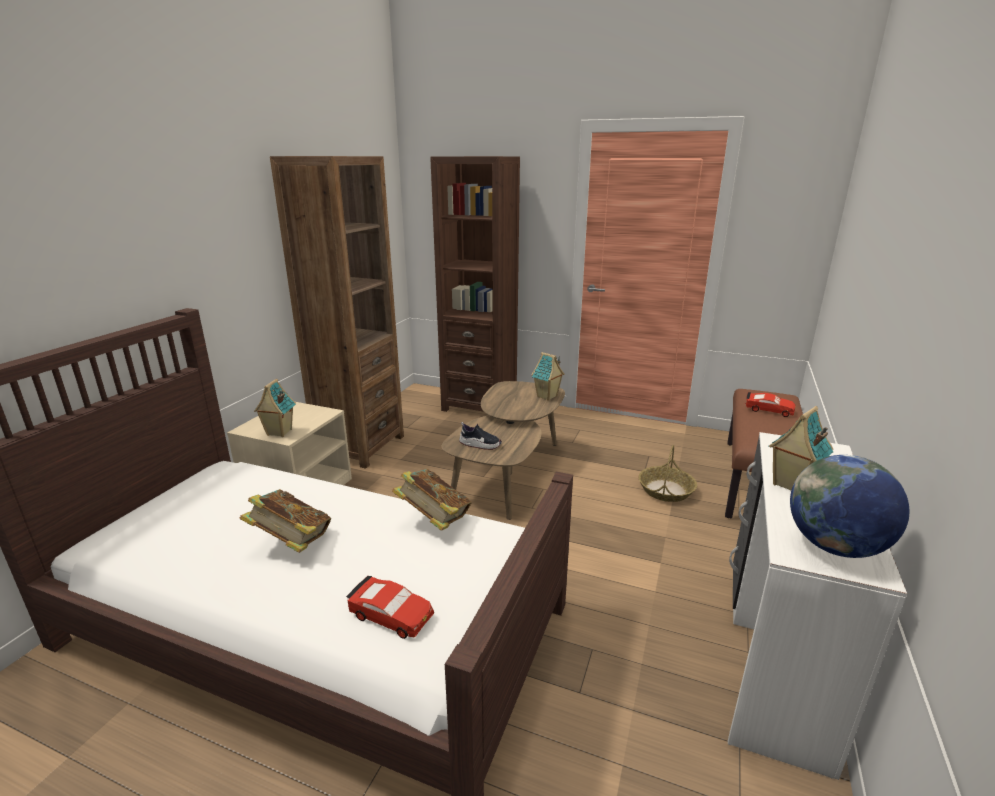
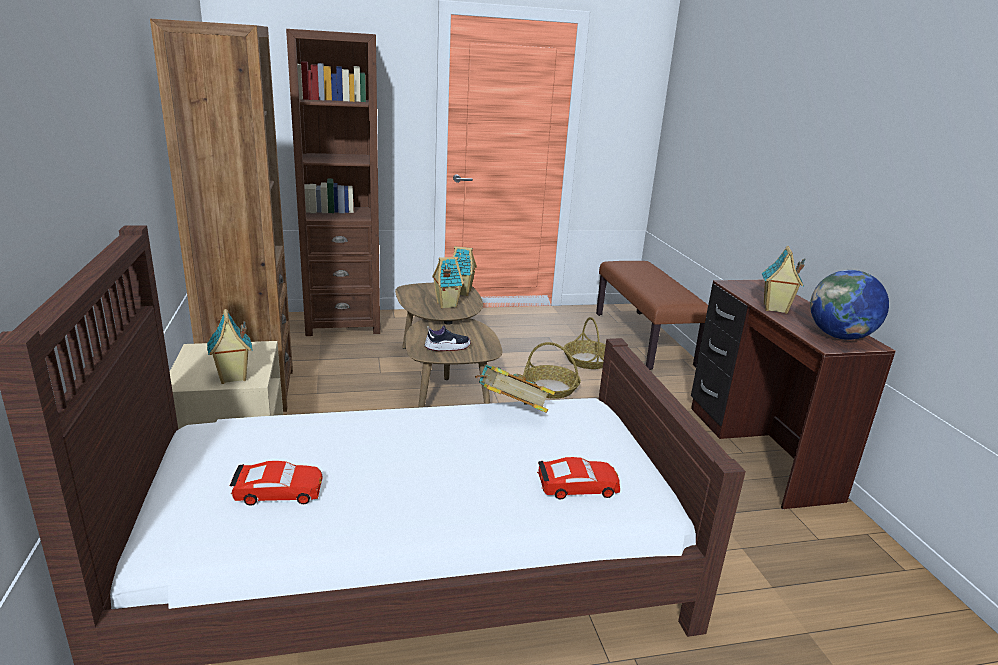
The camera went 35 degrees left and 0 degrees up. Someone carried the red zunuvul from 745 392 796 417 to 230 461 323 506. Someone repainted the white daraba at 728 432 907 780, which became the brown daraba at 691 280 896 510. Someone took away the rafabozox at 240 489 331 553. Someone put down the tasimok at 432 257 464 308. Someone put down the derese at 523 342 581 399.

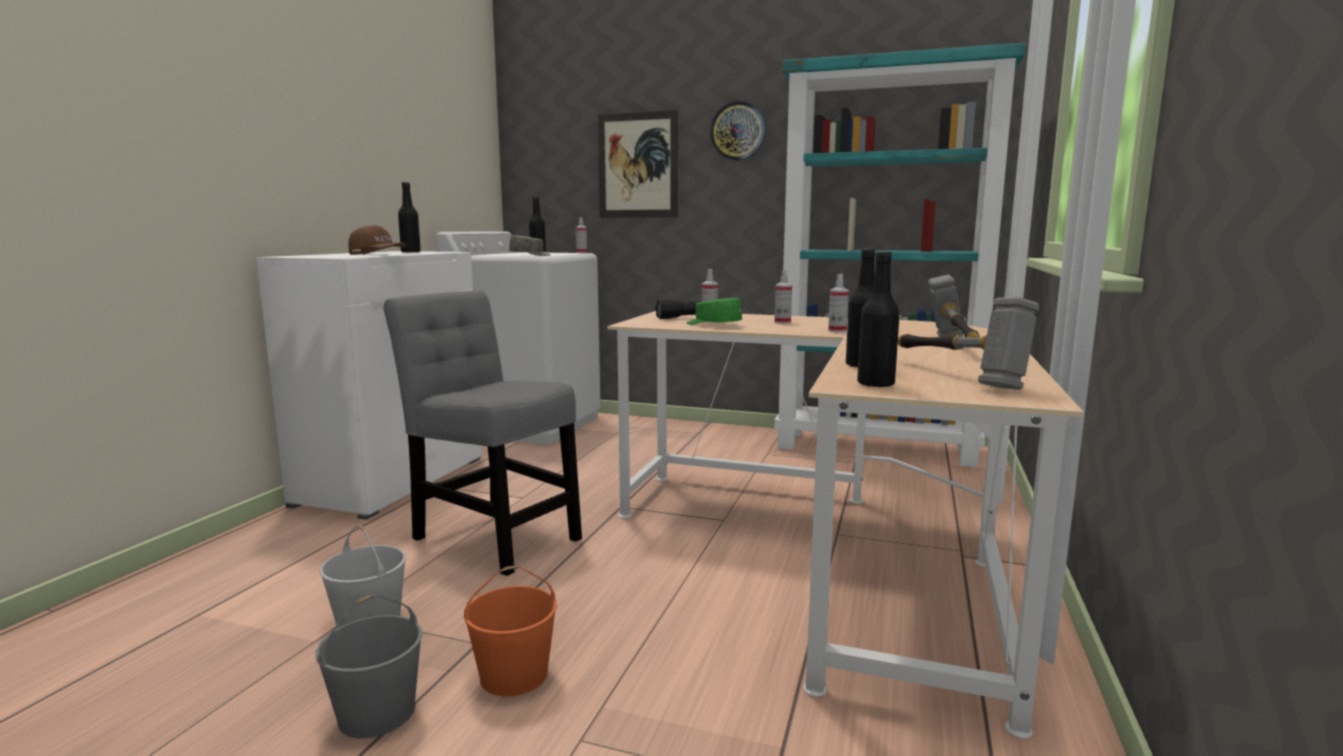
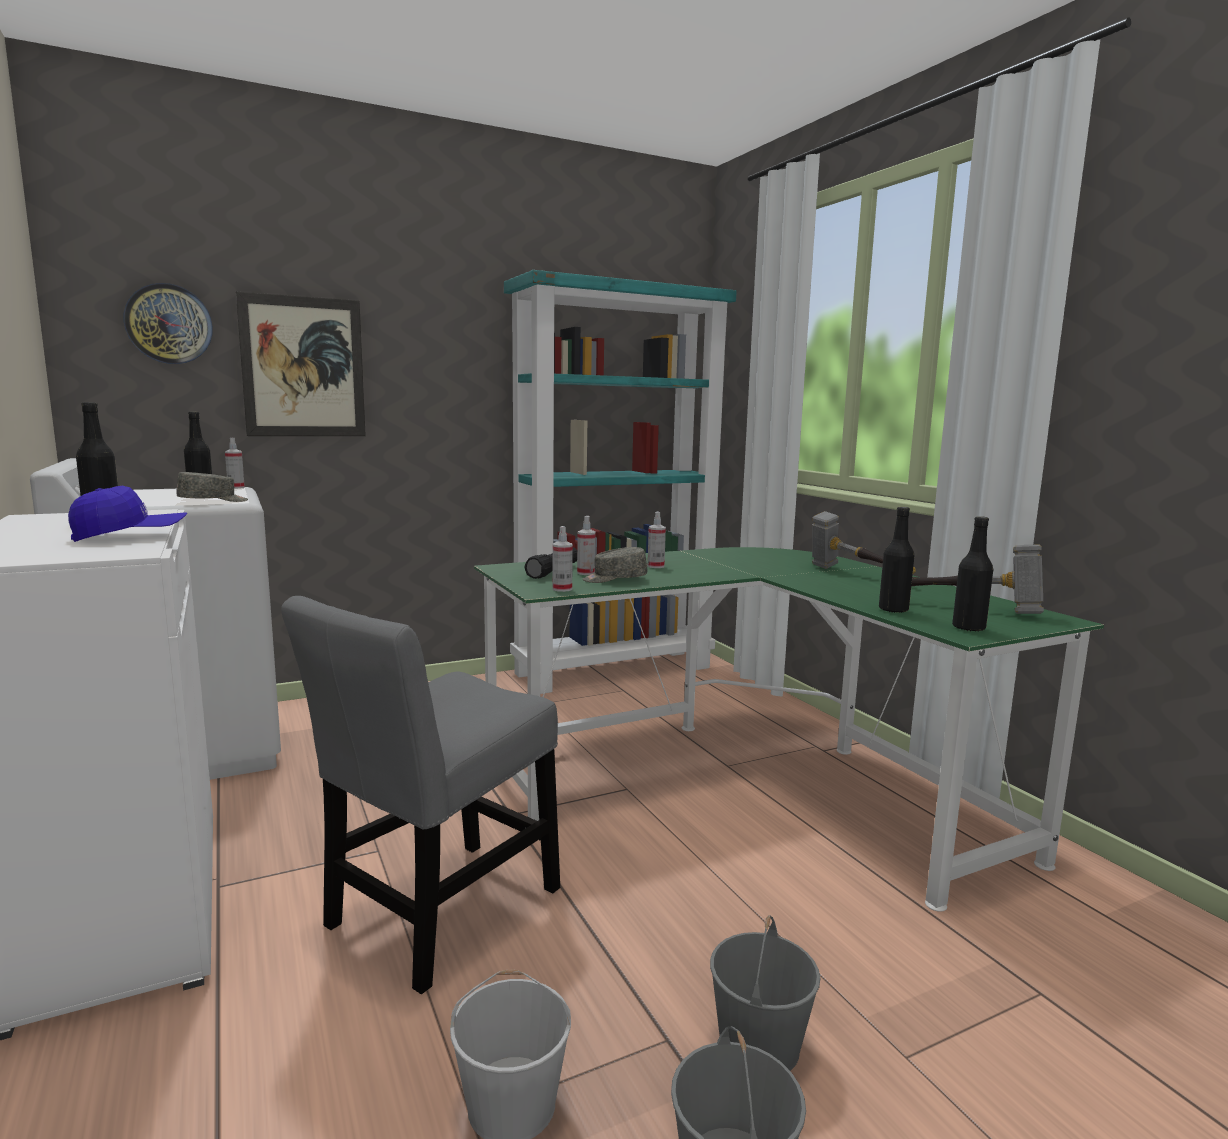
The camera went 45 degrees left and 0 degrees up. Someone carried the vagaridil from 710 101 766 161 to 124 283 213 364. Someone repainted the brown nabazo at 348 225 407 255, which became the blue nabazo at 68 486 187 542. Someone carried the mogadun from 828 274 849 332 to 552 526 573 592. Someone rotated the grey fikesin at 383 290 582 576 by 45 degrees counterclockwise. Someone repainted the green nabazo at 686 298 742 325, which became the grey nabazo at 583 547 647 583. Someone repainted the beige daraba at 608 311 1083 738, which became the green daraba at 474 547 1104 912. Someone repainted the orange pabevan at 464 566 557 696, which became the grey pabevan at 710 915 820 1071.

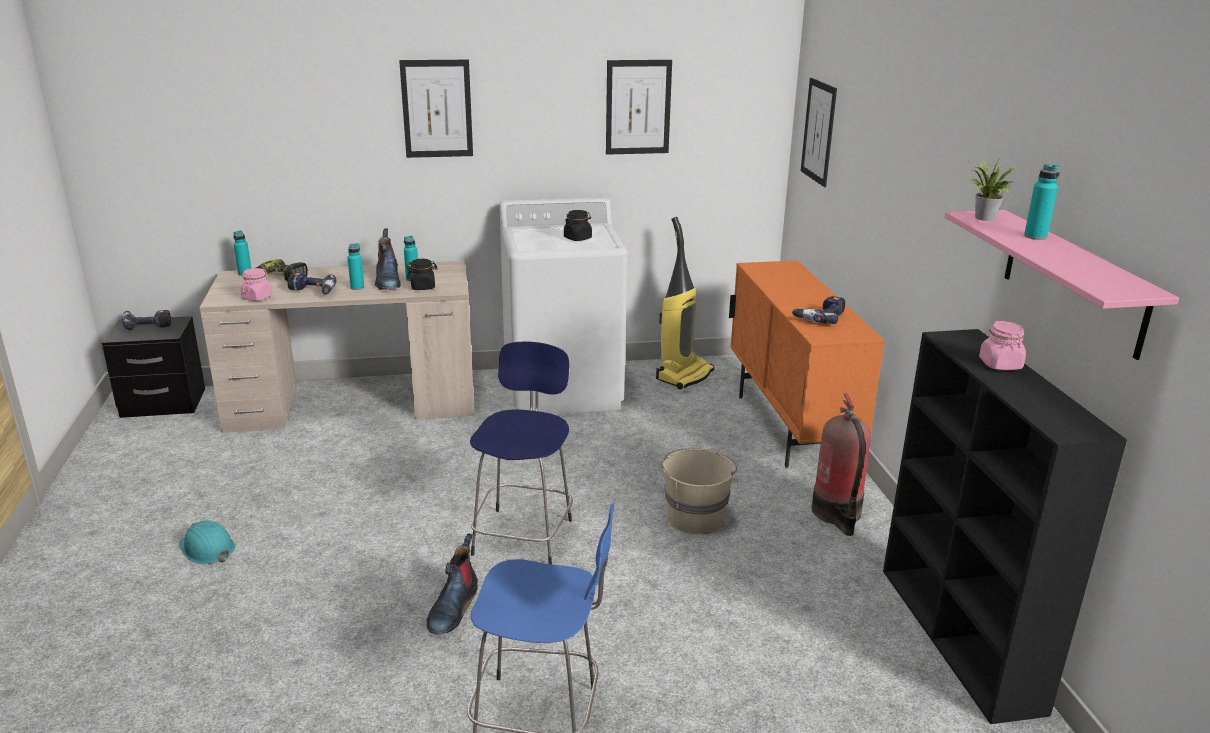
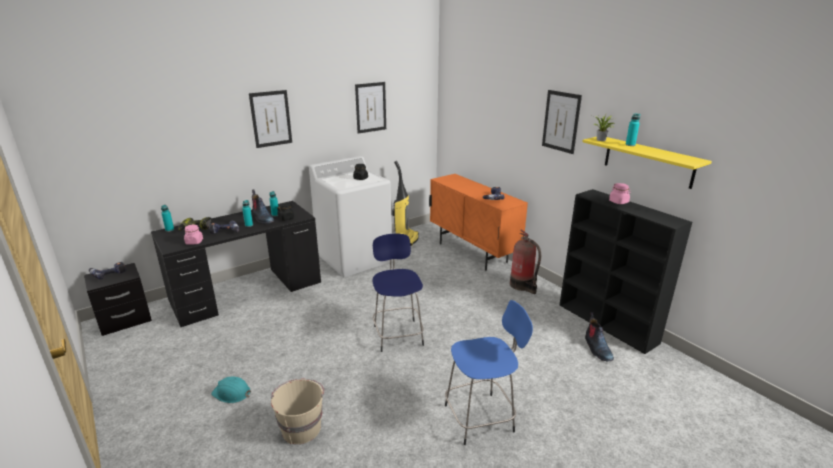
The camera went 25 degrees left and 0 degrees up. Someone carried the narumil from 801 78 837 187 to 542 90 582 154. Someone repainted the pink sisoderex at 945 210 1179 360, which became the yellow sisoderex at 583 137 712 189. Someone repainted the beige daraba at 199 261 474 433, which became the black daraba at 151 201 321 327. Someone carried the beige pabevan from 662 448 737 534 to 271 379 324 444. Someone carried the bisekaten from 426 533 478 635 to 585 312 614 361.

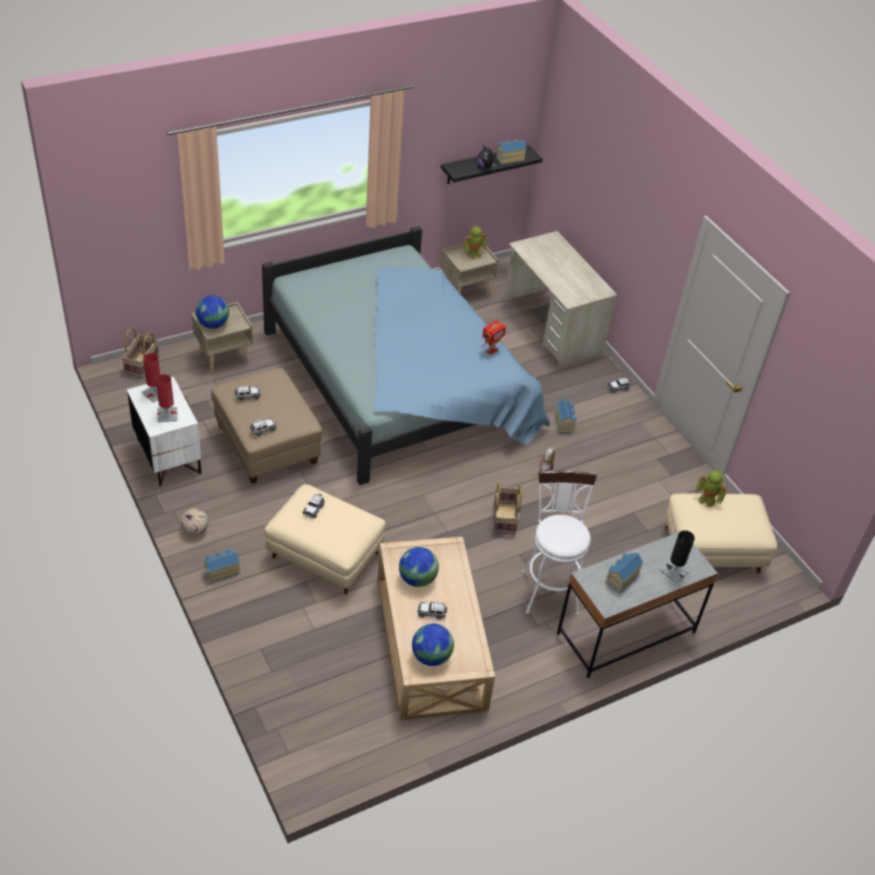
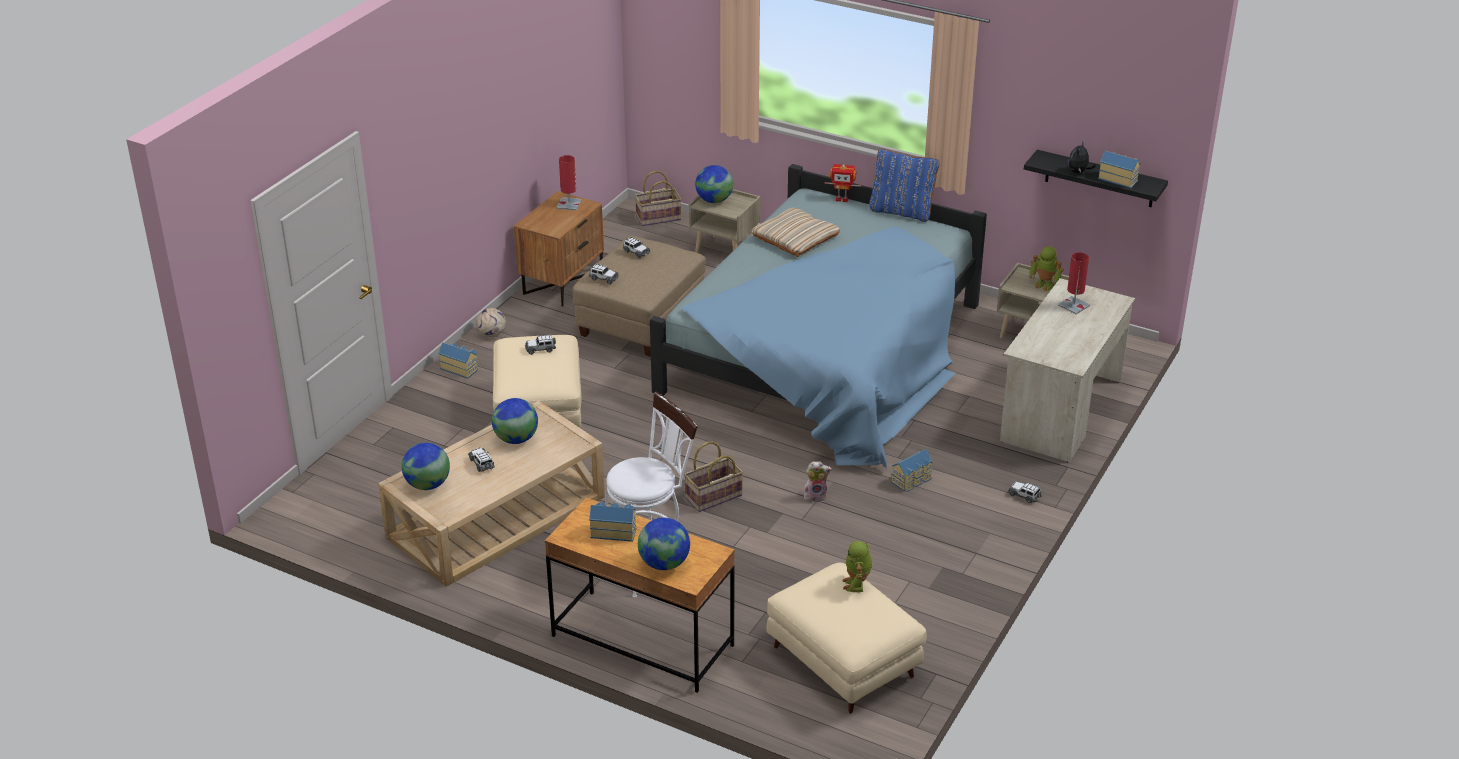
The camera went 60 degrees right and 10 degrees down. Someone carried the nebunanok from 482 320 506 355 to 824 164 861 202. Someone carried the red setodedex from 156 374 178 422 to 1058 252 1090 314. Someone repainted the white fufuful at 127 377 202 486, which became the brown fufuful at 514 191 604 307. Someone swapped the black setodedex at 660 530 695 583 for the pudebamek at 638 518 690 570. Someone repainted the grey daraba at 557 531 718 678, which became the brown daraba at 545 498 735 693. Someone put down the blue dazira at 869 148 940 222. Someone put down the beige dazira at 752 208 840 257.

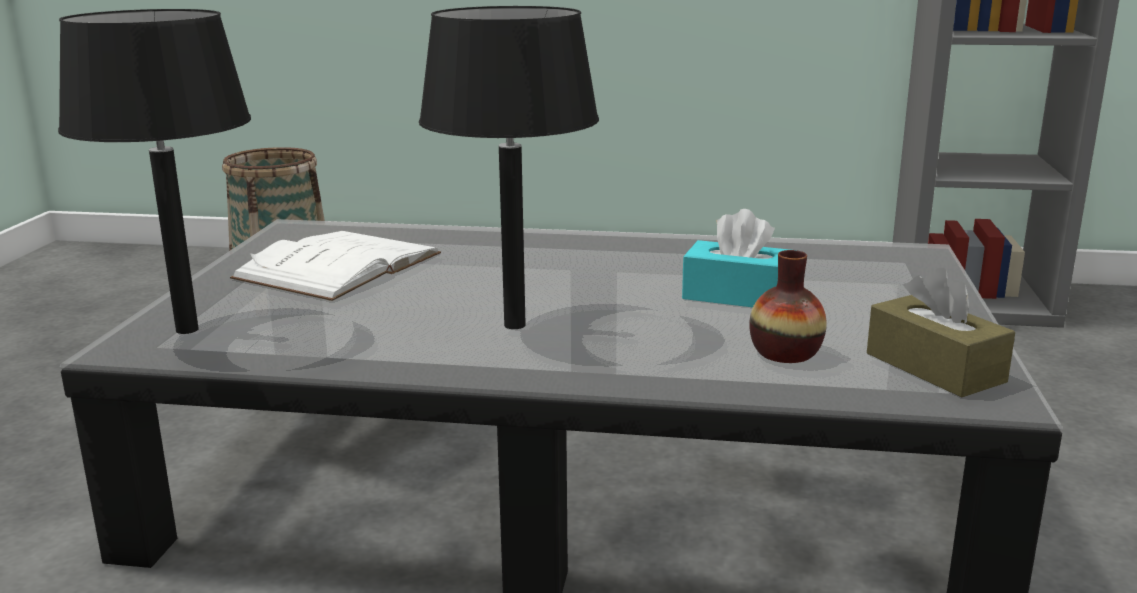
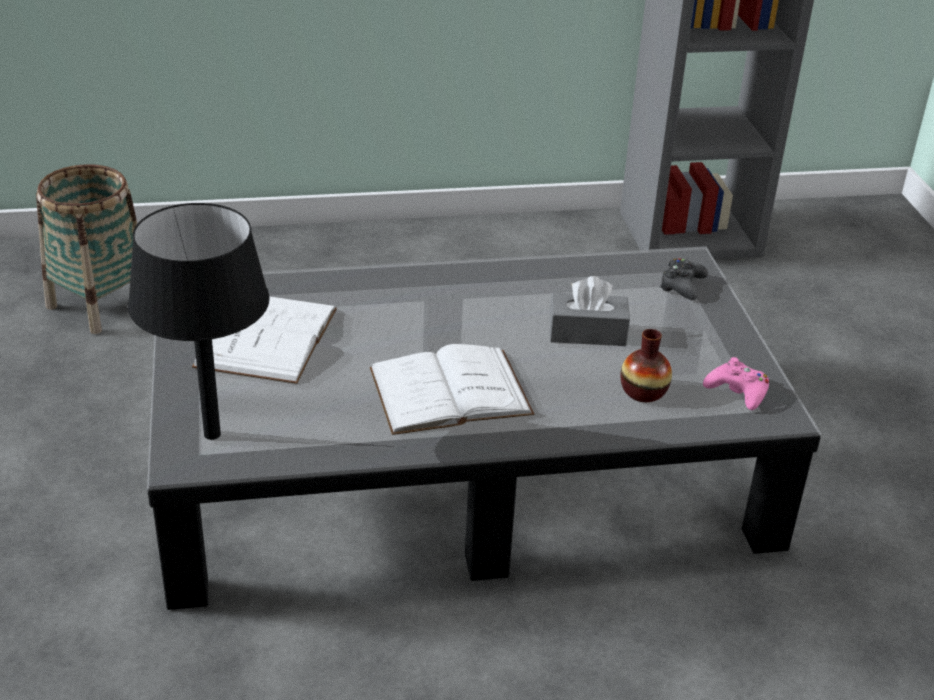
The camera went 20 degrees left and 15 degrees up. Someone swapped the black setodedex at 419 6 599 329 for the white rafabozox at 370 344 534 435. Someone repainted the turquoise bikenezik at 682 209 798 307, which became the grey bikenezik at 550 276 630 346. Someone swapped the brown bikenezik at 867 268 1015 397 for the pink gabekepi at 703 357 769 410. Someone put down the black gabekepi at 659 258 708 300.

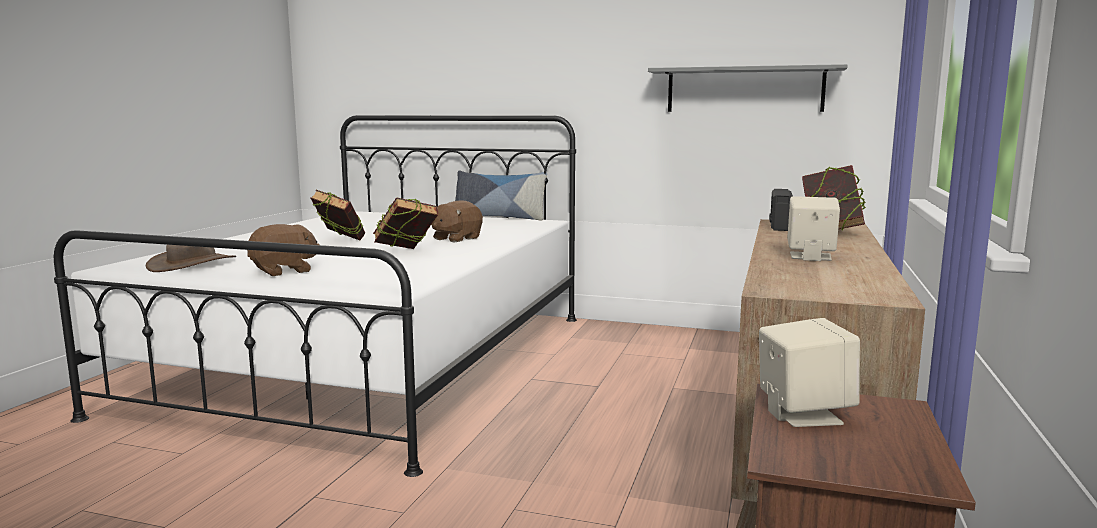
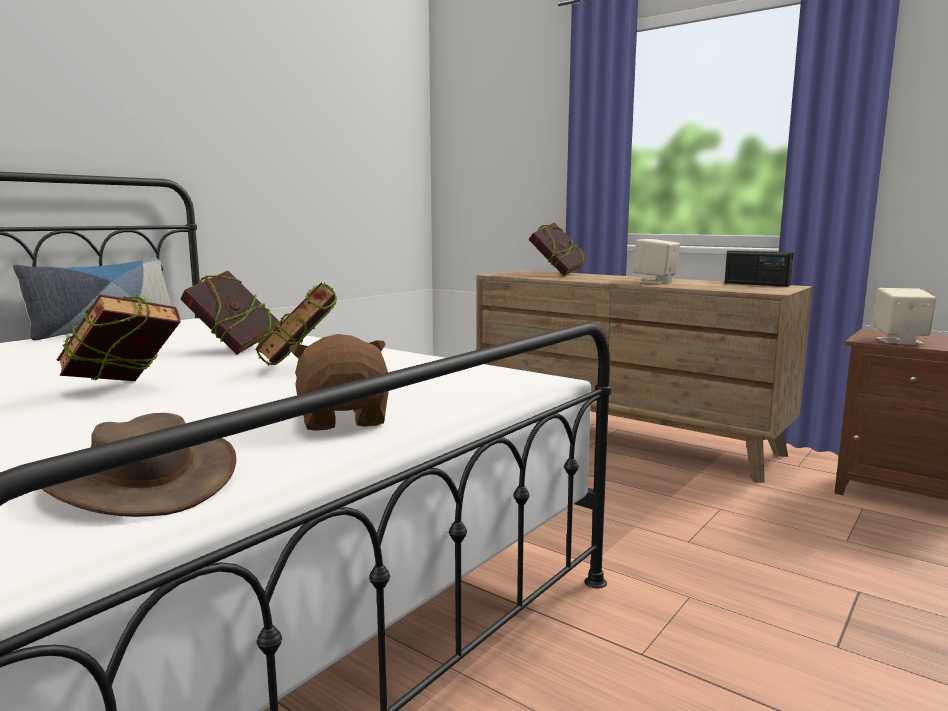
The camera went 70 degrees left and 0 degrees up. Someone took away the grey sisoderex at 648 64 848 112. Someone carried the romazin from 769 189 793 231 to 725 250 794 287. Someone swapped the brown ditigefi at 431 200 483 242 for the rafabozox at 181 270 280 355.

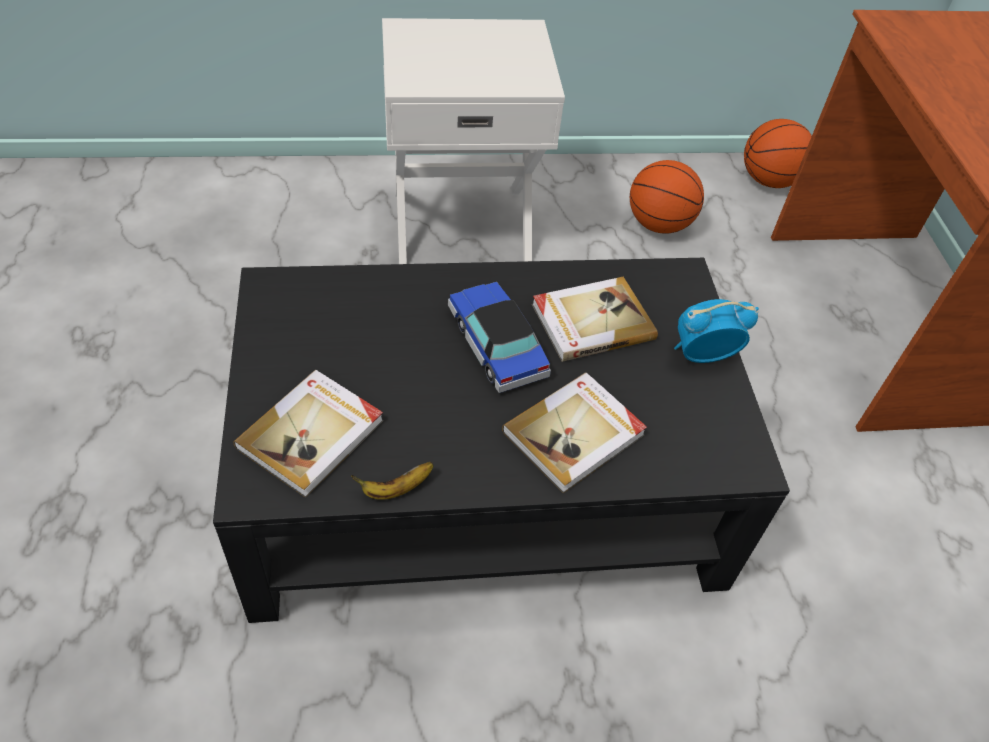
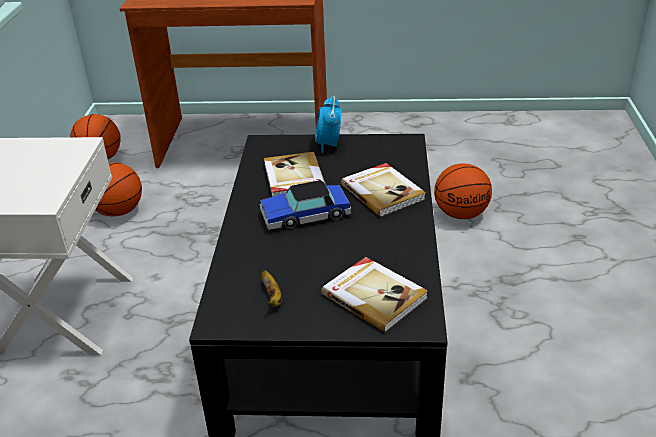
The camera went 75 degrees left and 15 degrees down. Someone carried the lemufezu from 351 462 434 500 to 262 270 282 307. Someone put down the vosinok at 434 163 492 219.

